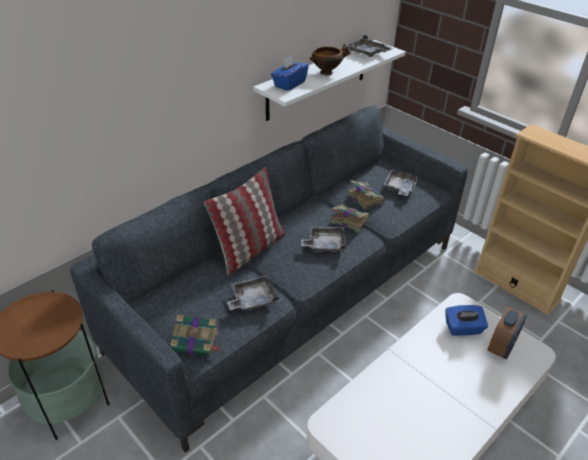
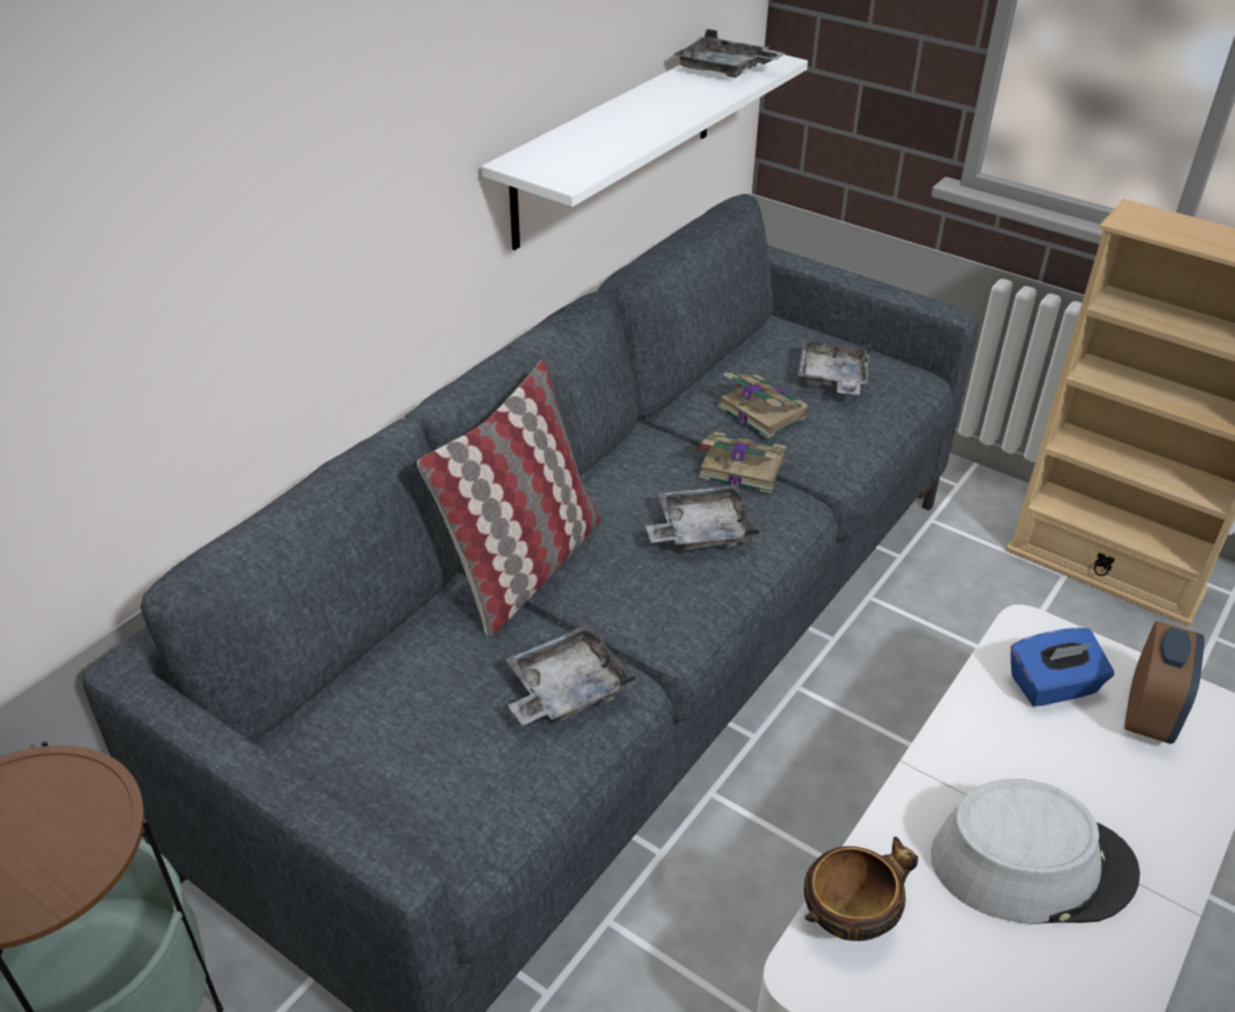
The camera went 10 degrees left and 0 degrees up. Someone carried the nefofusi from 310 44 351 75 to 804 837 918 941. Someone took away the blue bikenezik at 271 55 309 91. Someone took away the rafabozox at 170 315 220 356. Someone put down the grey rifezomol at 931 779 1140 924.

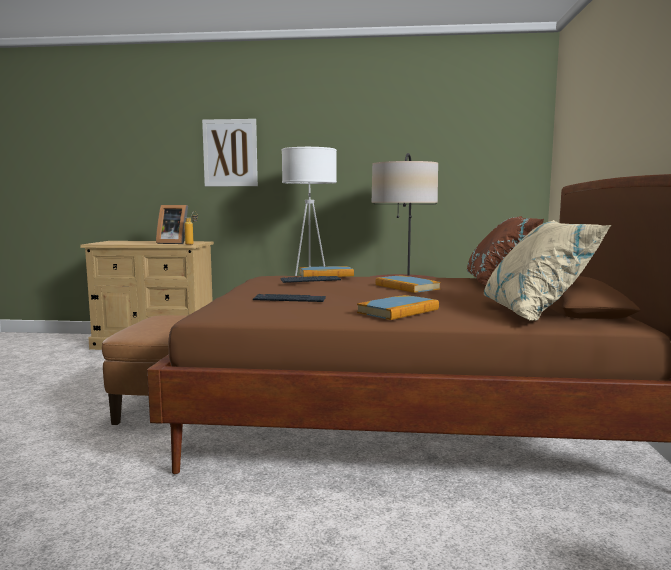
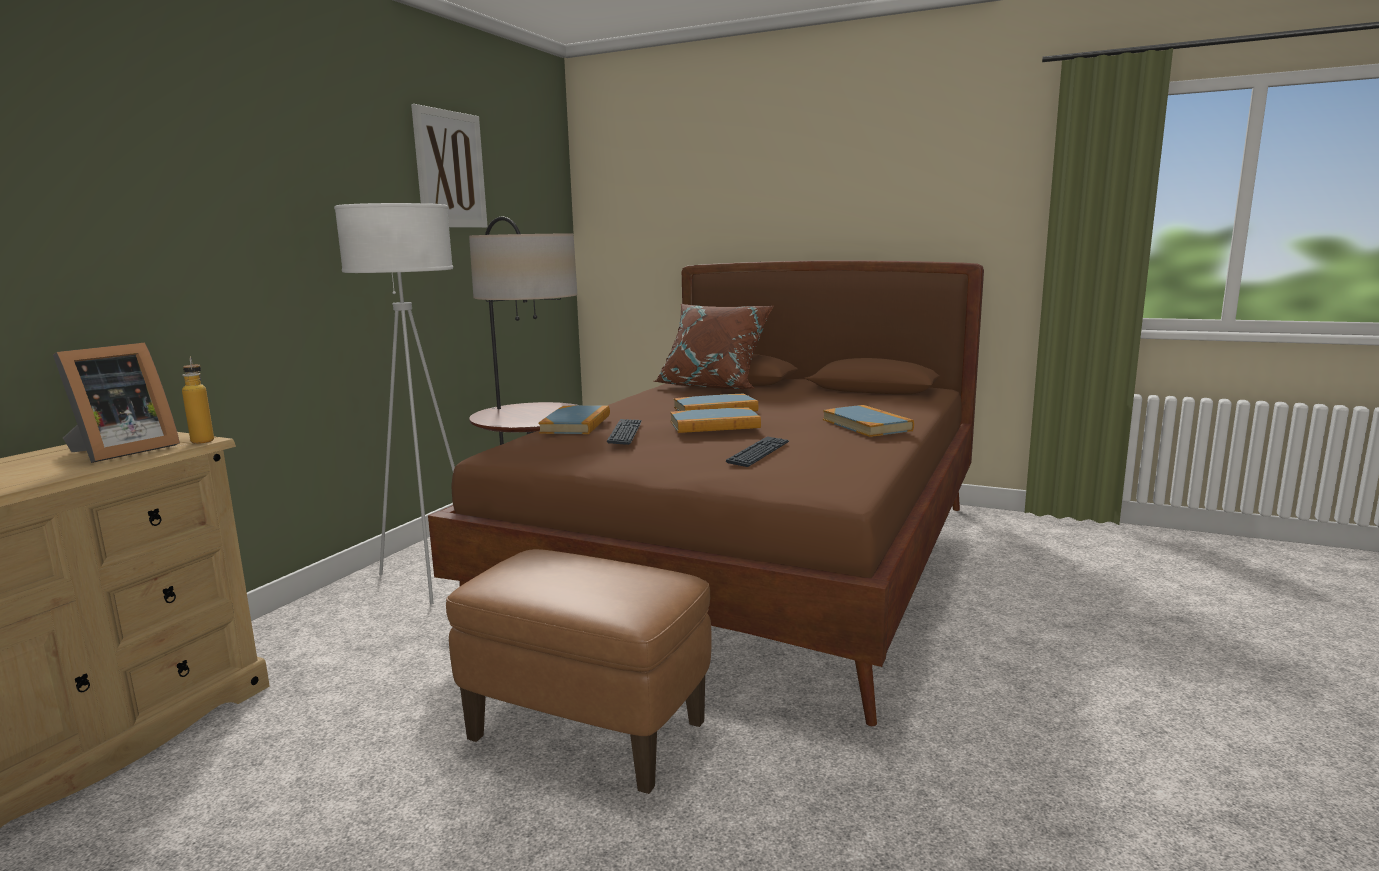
The camera went 70 degrees left and 5 degrees up. Someone carried the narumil from 202 119 258 186 to 411 104 488 228. Someone took away the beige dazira at 484 220 611 321. Someone put down the rafabozox at 670 408 761 433.

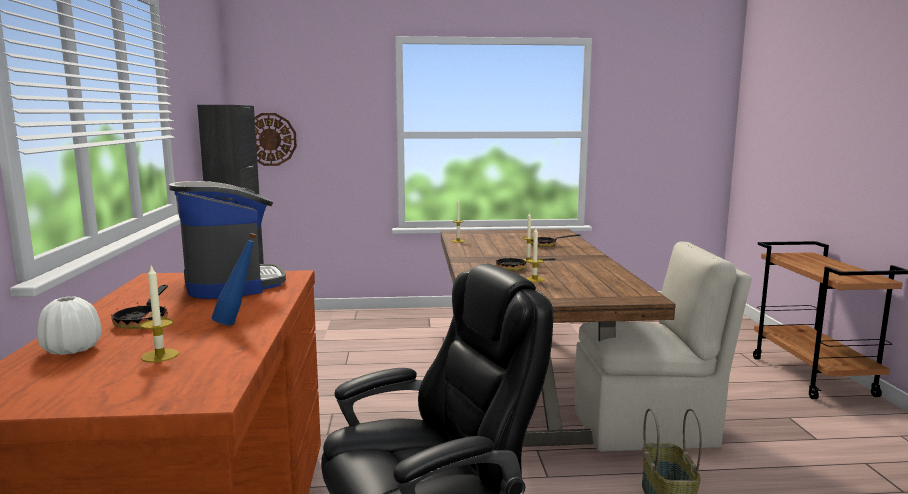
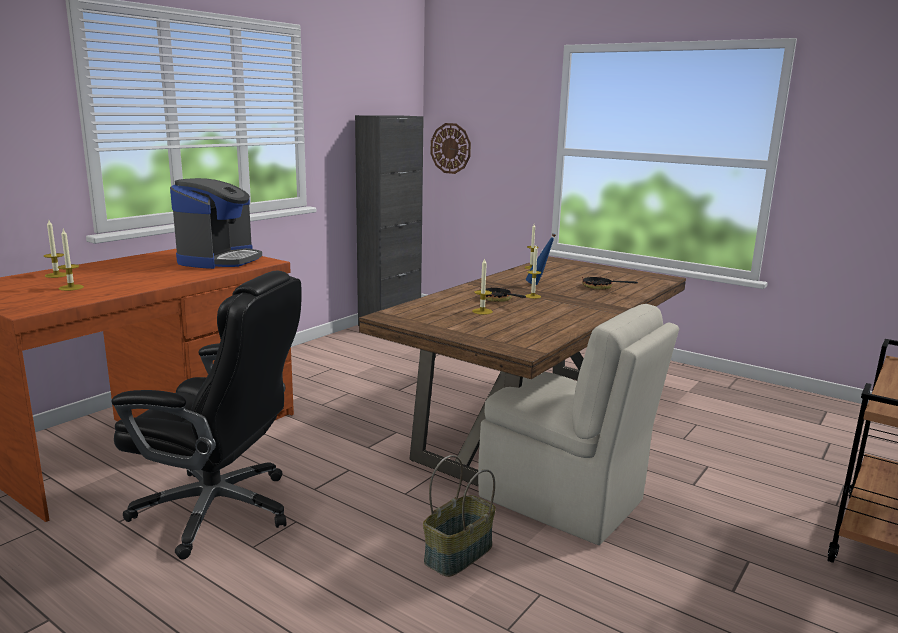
The camera went 40 degrees right and 5 degrees up. Someone carried the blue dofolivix from 212 233 256 325 to 526 233 556 285. Someone took away the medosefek at 111 285 168 329. Someone swapped the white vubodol at 38 296 102 355 for the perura at 44 220 66 278.

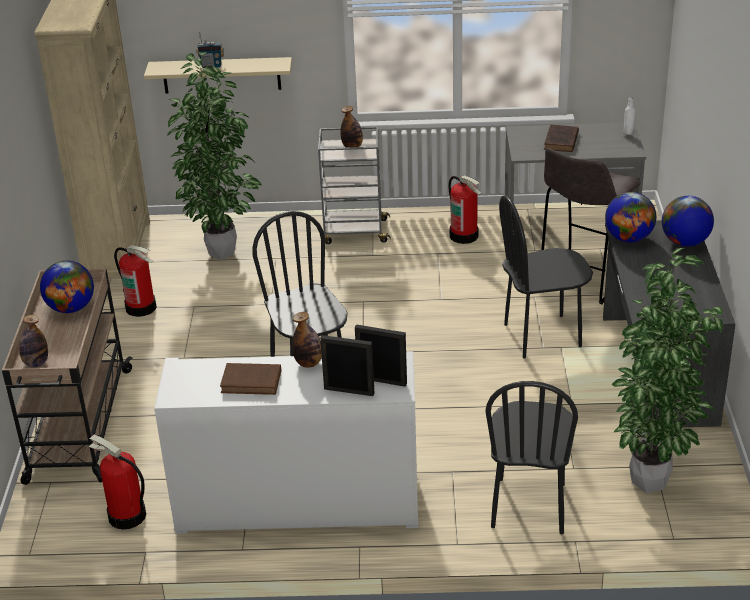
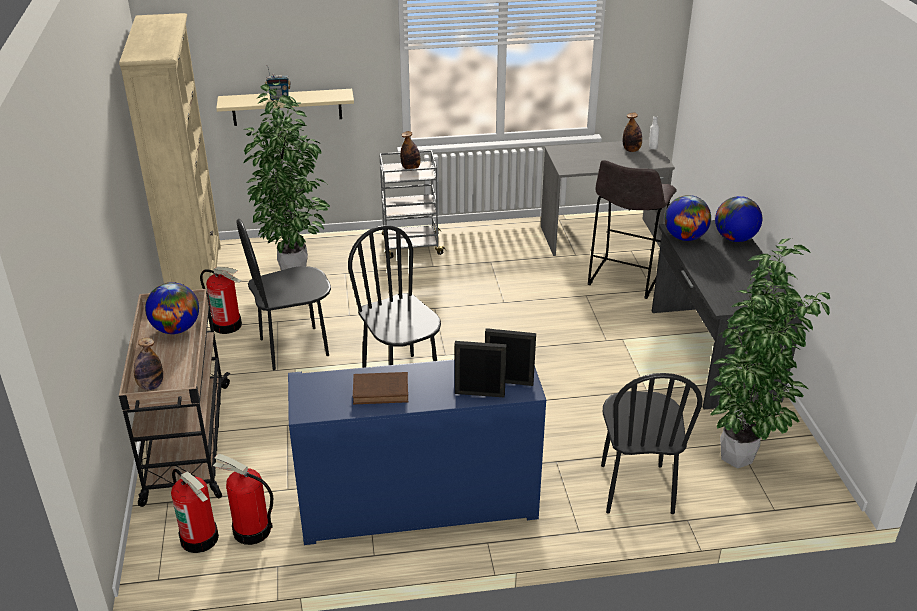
The camera went 10 degrees left and 0 degrees up. Someone took away the brown rafabozox at 544 125 579 152. Someone carried the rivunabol from 448 175 482 244 to 171 469 219 553. Someone carried the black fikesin from 499 195 593 359 to 236 219 331 370. Someone carried the dofolivix from 292 312 322 368 to 623 113 642 152. Someone repainted the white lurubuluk at 154 351 418 534, which became the blue lurubuluk at 288 359 546 545.

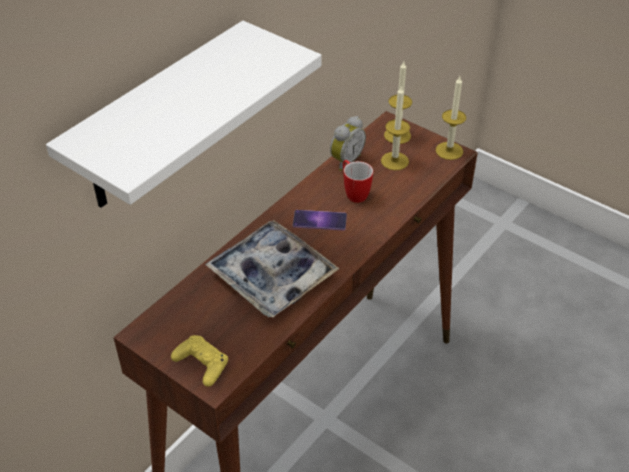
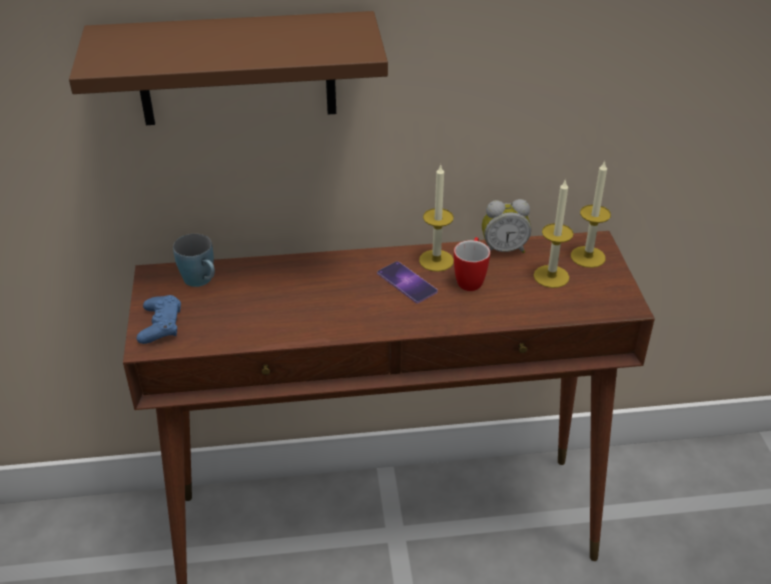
The camera went 45 degrees right and 5 degrees down. Someone repainted the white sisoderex at 46 21 322 208, which became the brown sisoderex at 69 11 388 125. Someone carried the perura from 436 76 466 160 to 419 164 454 272. Someone took away the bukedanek at 205 220 339 318. Someone repainted the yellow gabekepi at 171 335 228 387, which became the blue gabekepi at 136 295 181 344. Someone put down the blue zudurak at 173 234 215 287.

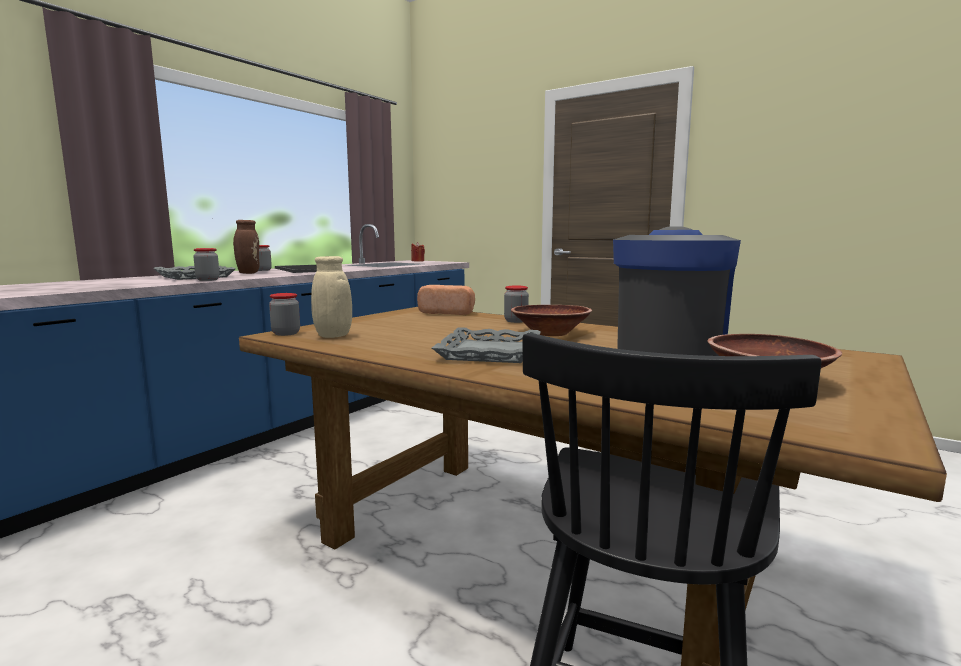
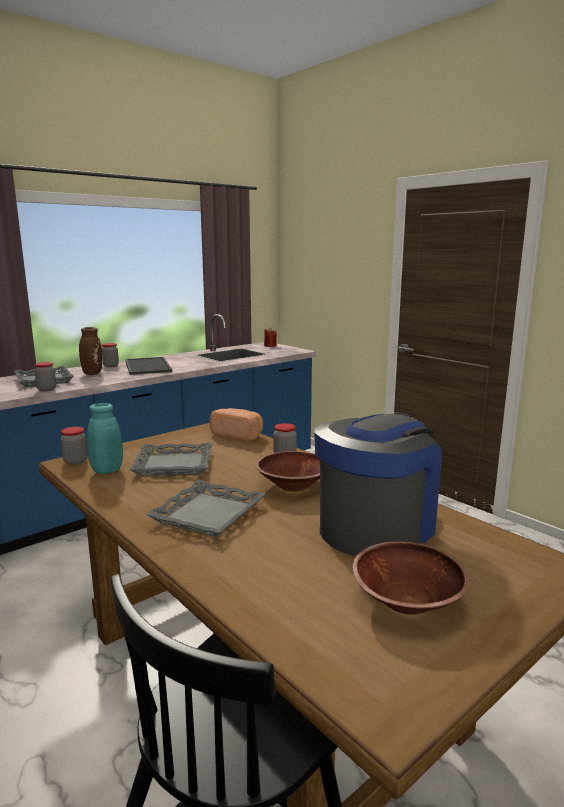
The camera went 15 degrees right and 5 degrees up. Someone repainted the beige vubodol at 311 256 352 338, which became the turquoise vubodol at 87 403 123 474. Someone put down the grey bukedanek at 129 443 212 476.

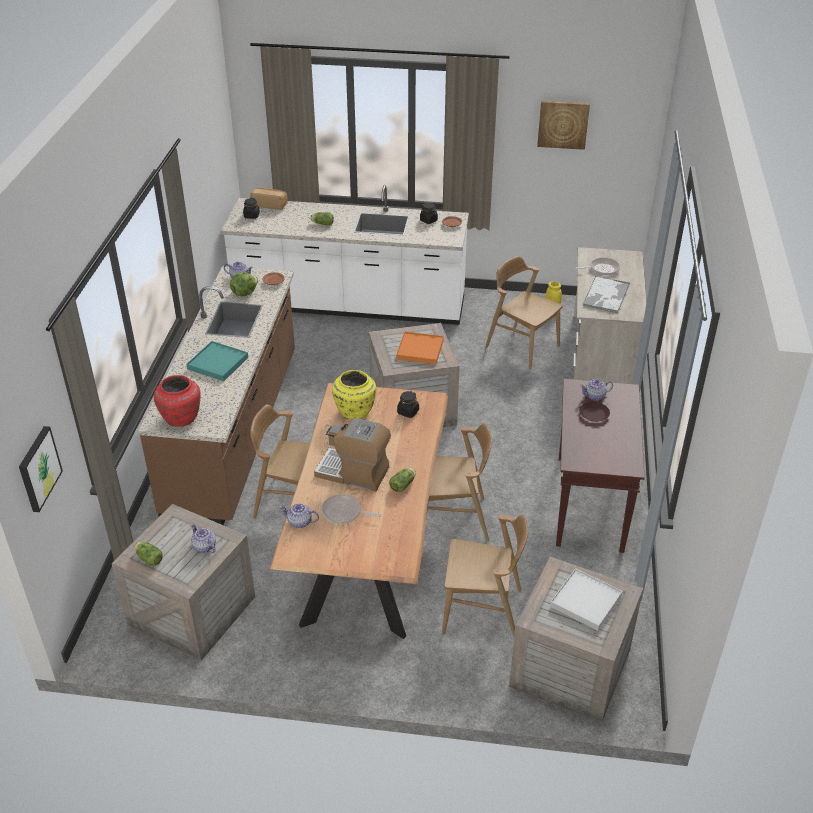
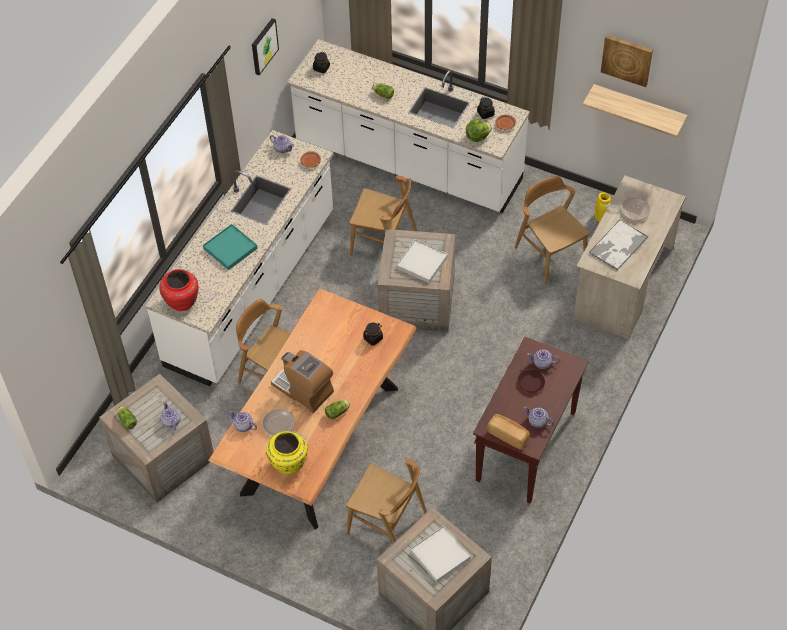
The camera went 20 degrees right and 15 degrees up. Someone carried the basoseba from 250 188 288 210 to 487 414 530 450. Someone repainted the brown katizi at 138 266 295 525, which became the white katizi at 145 130 334 386. Someone carried the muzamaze from 230 272 258 296 to 466 119 492 142. Someone repainted the orange bukedanek at 396 331 444 365, which became the white bukedanek at 396 239 448 283. Someone carried the yellow vubodol from 332 370 376 419 to 266 431 308 475. Someone carried the brown fikesin from 426 423 492 541 to 349 176 417 256. Someone carried the narumil from 19 426 63 512 to 252 18 279 75. Someone put up the sisoderex at 582 84 687 137. Someone put down the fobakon at 524 406 554 428.

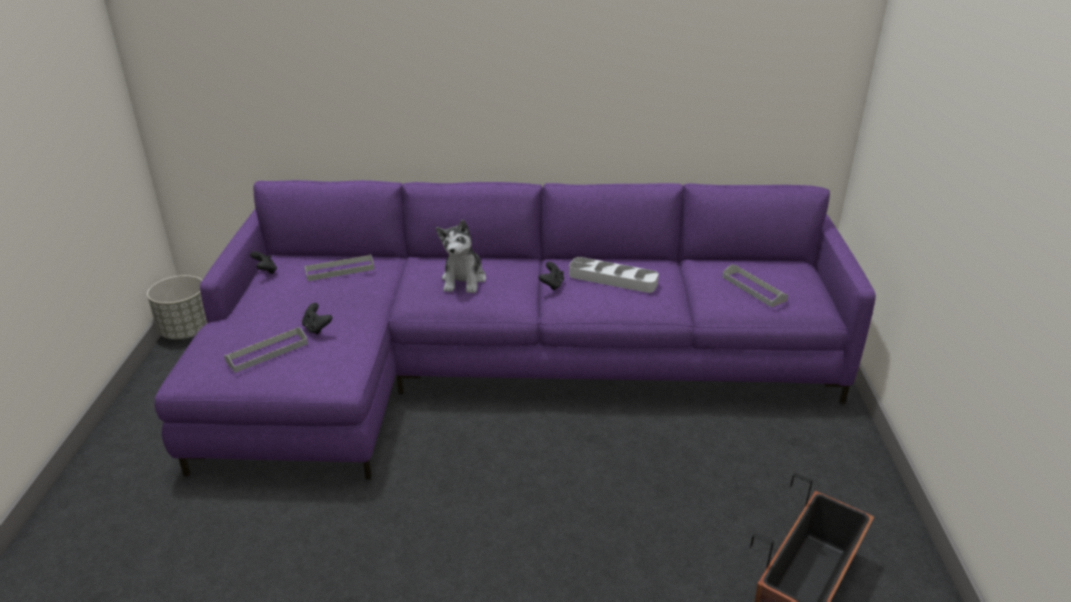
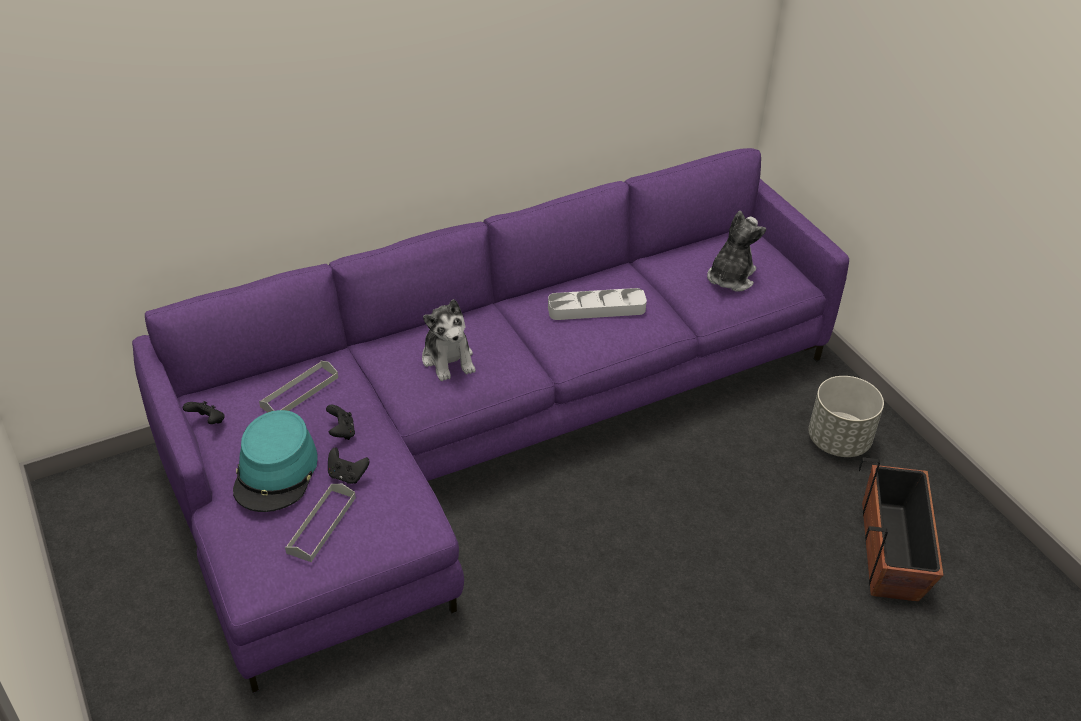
The camera went 30 degrees left and 10 degrees up. Someone carried the black gabekepi from 538 262 564 291 to 326 405 355 440. Someone swapped the grey bukedanek at 722 264 788 307 for the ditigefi at 707 211 766 292. Someone carried the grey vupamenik from 147 275 207 339 to 809 376 884 457. Someone put down the turquoise rifezomol at 233 410 317 512.

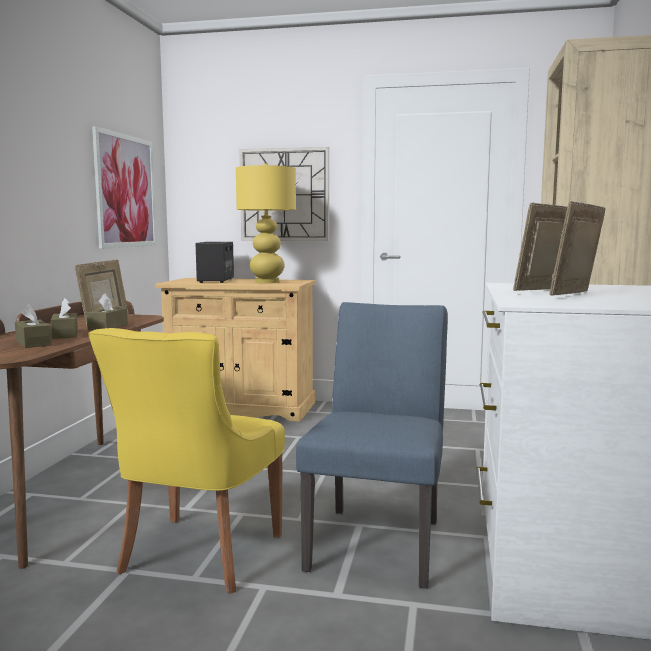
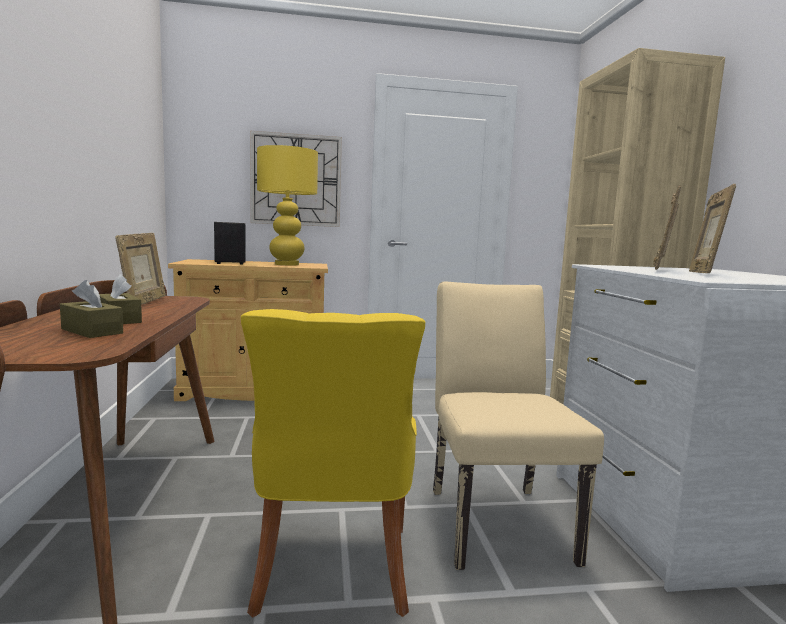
The camera went 20 degrees left and 0 degrees up. Someone took away the narumil at 92 126 157 249. Someone took away the brown bikenezik at 87 293 128 330. Someone repainted the blue fikesin at 296 302 448 589, which became the beige fikesin at 433 282 604 570.

